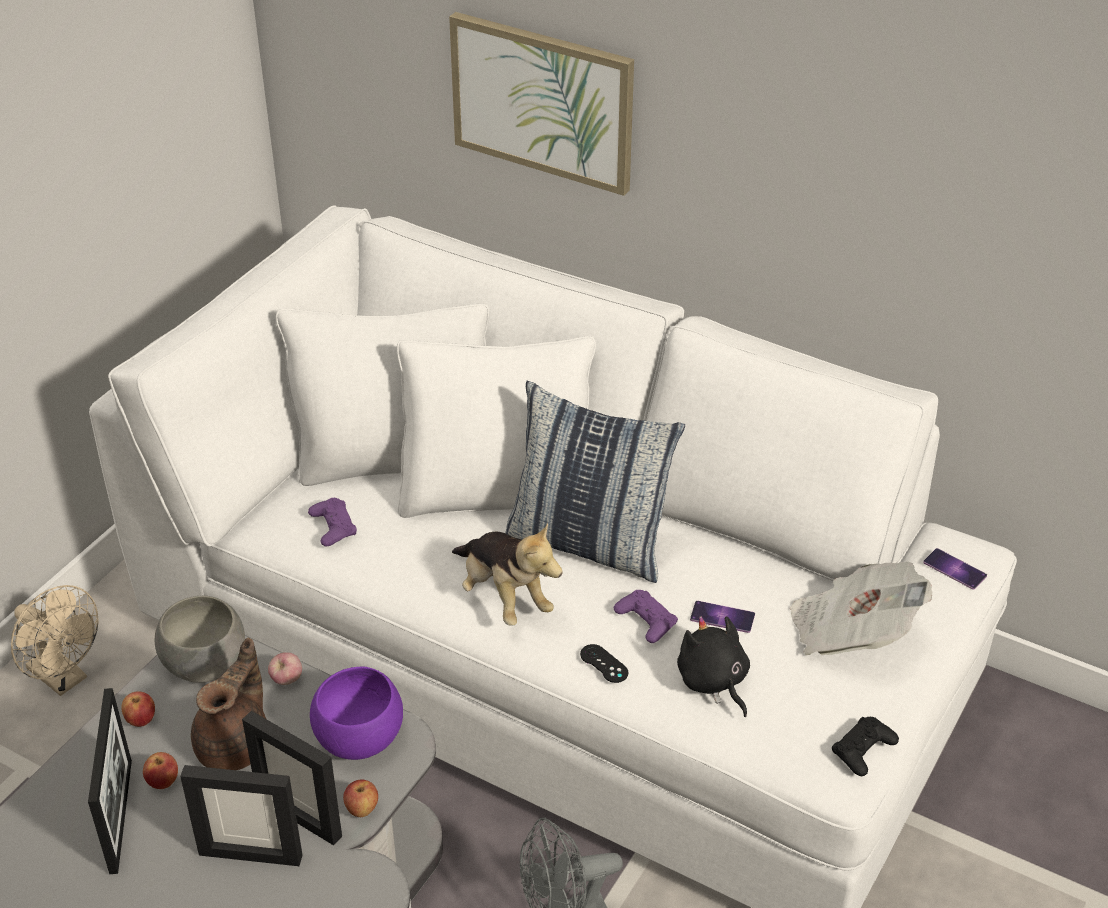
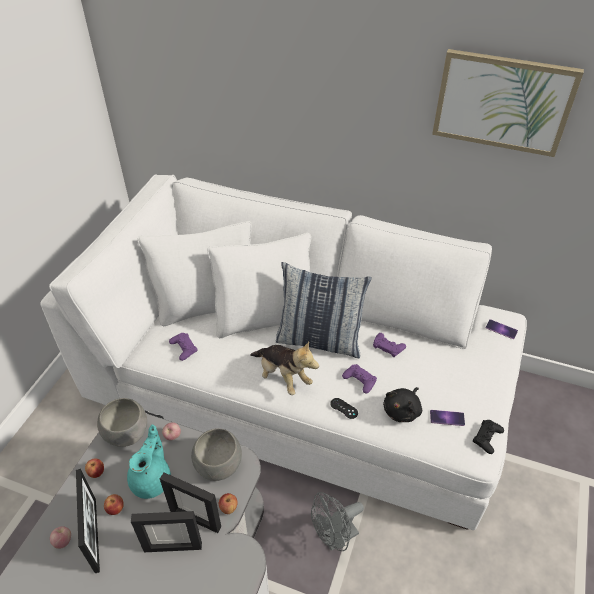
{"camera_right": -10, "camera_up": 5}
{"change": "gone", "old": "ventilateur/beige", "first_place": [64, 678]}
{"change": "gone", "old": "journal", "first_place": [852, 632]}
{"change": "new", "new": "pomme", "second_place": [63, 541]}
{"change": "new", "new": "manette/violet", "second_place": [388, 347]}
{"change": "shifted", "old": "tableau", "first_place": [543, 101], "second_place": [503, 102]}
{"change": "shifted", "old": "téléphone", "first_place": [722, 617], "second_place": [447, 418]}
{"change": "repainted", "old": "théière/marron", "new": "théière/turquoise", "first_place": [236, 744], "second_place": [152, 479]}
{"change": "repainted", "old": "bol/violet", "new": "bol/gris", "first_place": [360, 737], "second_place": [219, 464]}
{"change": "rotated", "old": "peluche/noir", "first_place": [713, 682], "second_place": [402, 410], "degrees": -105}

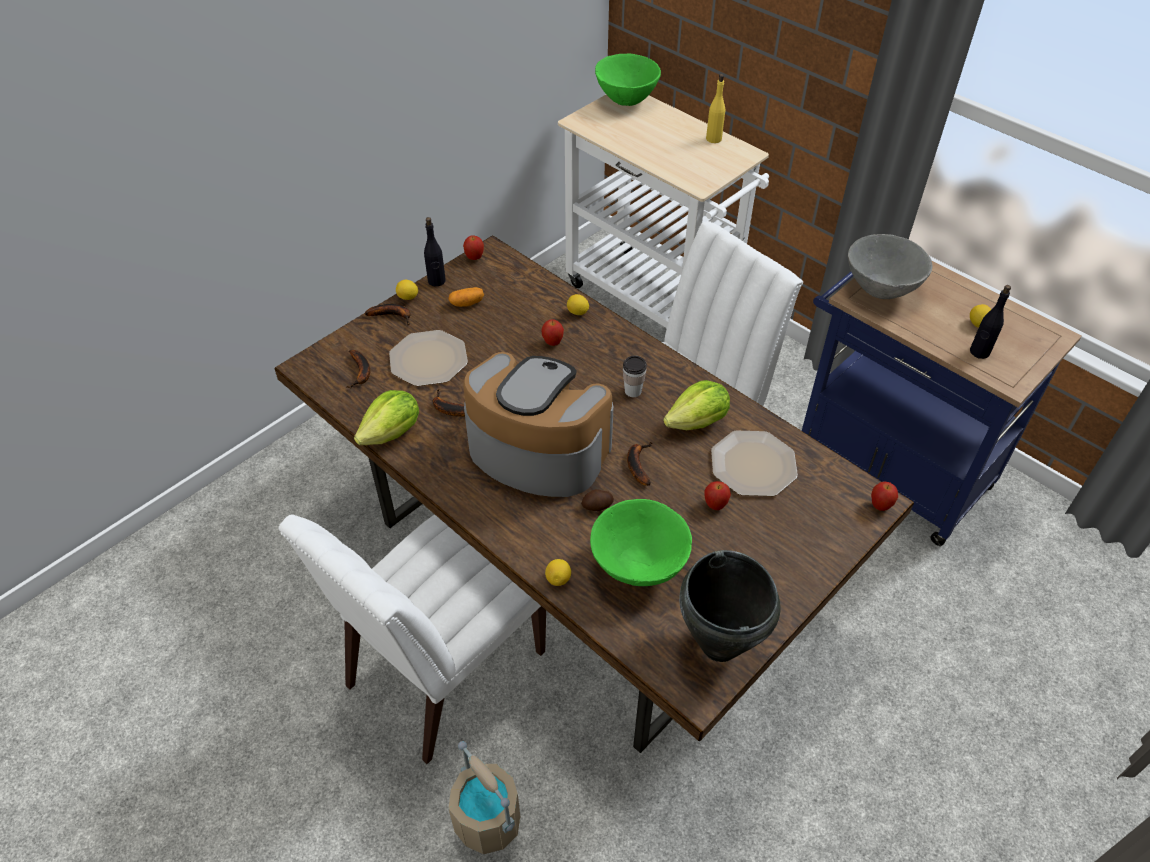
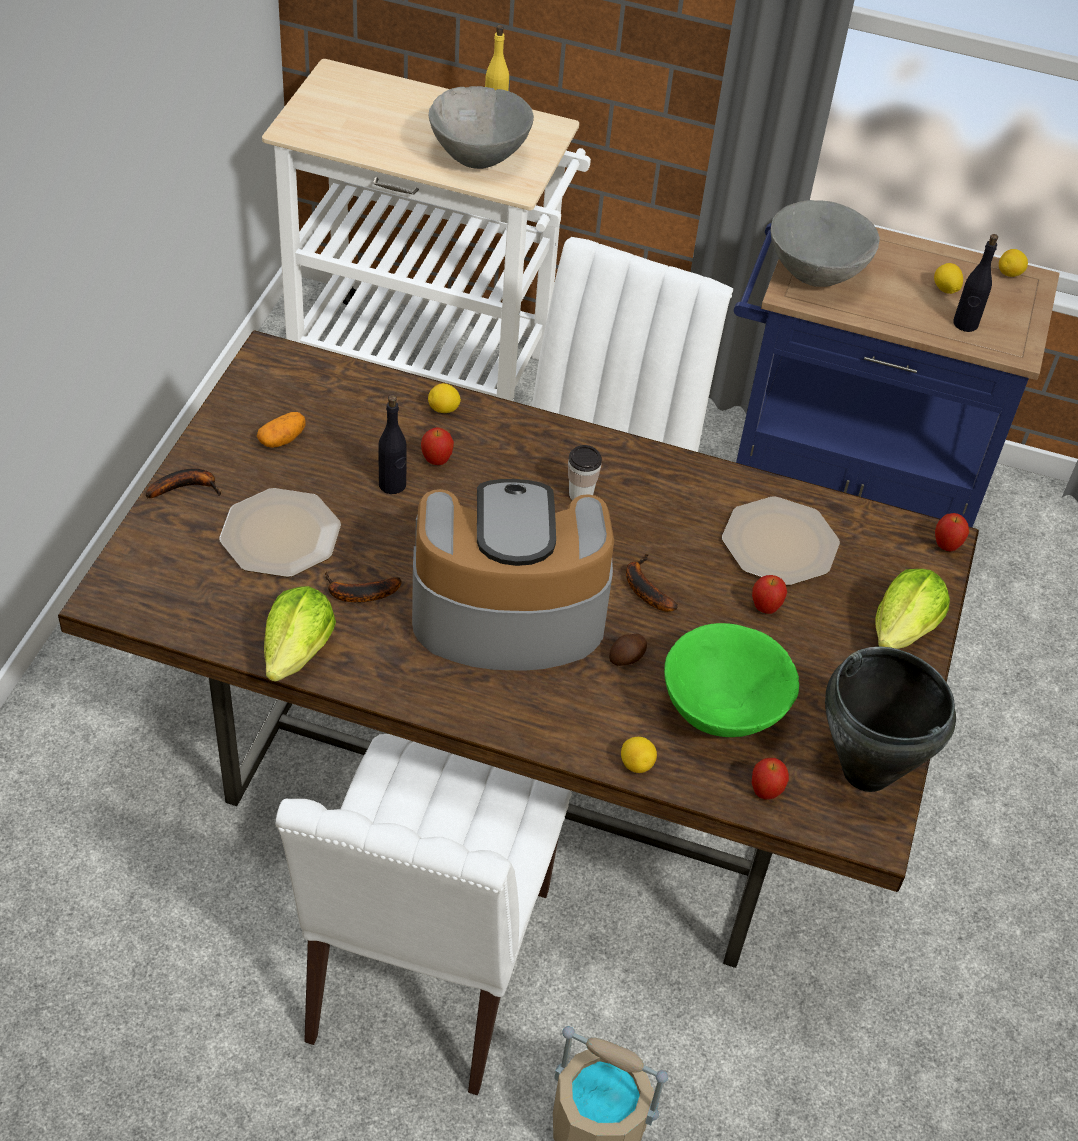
{"camera_right": -30, "camera_up": 0}
{"change": "gone", "old": "banane", "first_place": [361, 372]}
{"change": "gone", "old": "bol/vert", "first_place": [626, 100]}
{"change": "new", "new": "bol/gris", "second_place": [479, 157]}
{"change": "shifted", "old": "citron", "first_place": [408, 297], "second_place": [1009, 274]}
{"change": "shifted", "old": "bouteille/noir", "first_place": [436, 281], "second_place": [392, 485]}
{"change": "shifted", "old": "pomme", "first_place": [474, 258], "second_place": [765, 792]}
{"change": "shifted", "old": "laitue", "first_place": [697, 422], "second_place": [904, 630]}

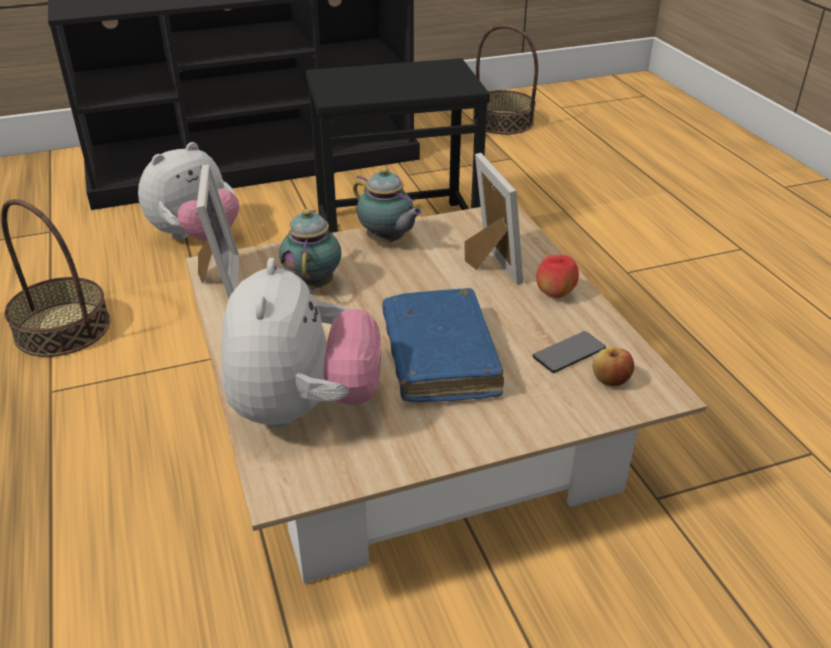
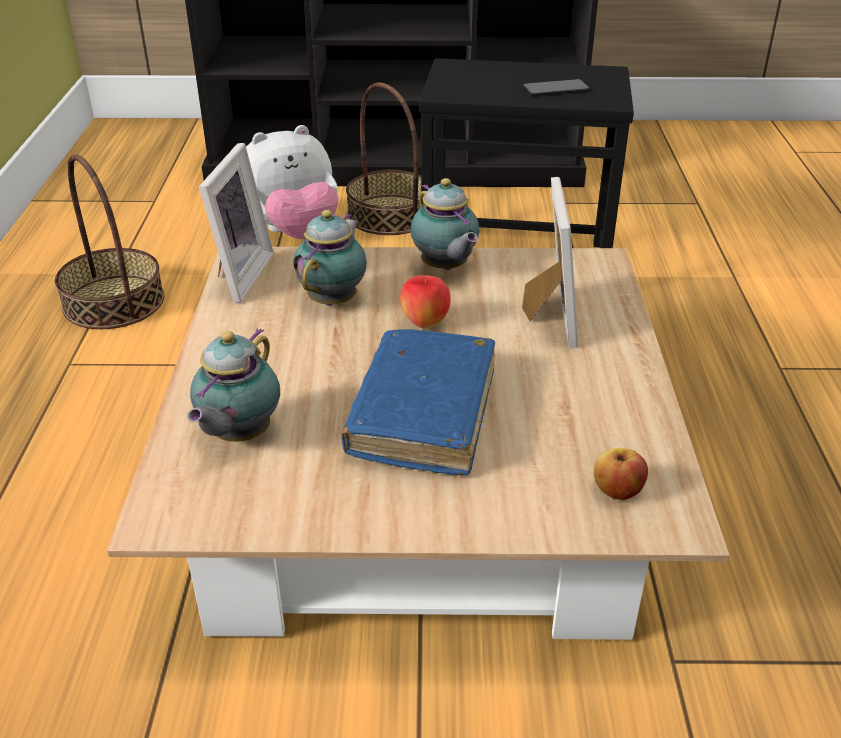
{"camera_right": 20, "camera_up": 0}
{"change": "shifted", "old": "panier", "first_place": [503, 122], "second_place": [390, 215]}
{"change": "shifted", "old": "téléphone", "first_place": [569, 353], "second_place": [555, 89]}
{"change": "shifted", "old": "pomme", "first_place": [555, 294], "second_place": [425, 323]}
{"change": "swapped", "old": "peluche", "new": "théière", "first_place": [304, 408], "second_place": [238, 435]}

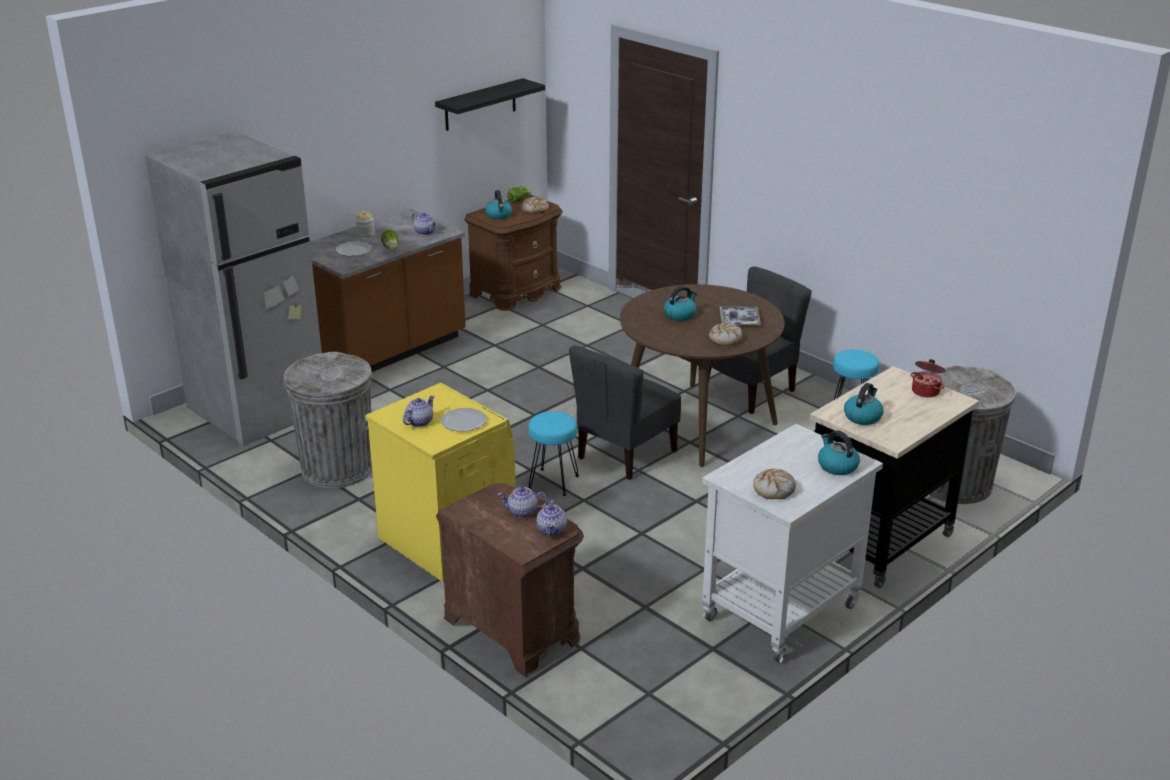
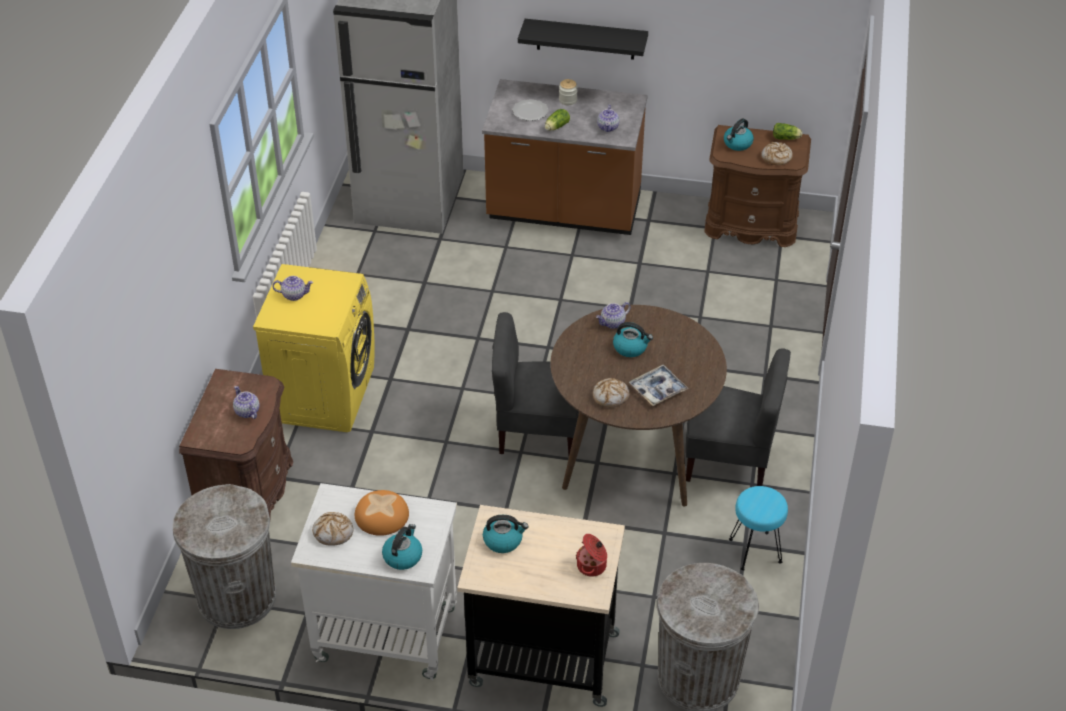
{"camera_right": 55, "camera_up": 15}
{"change": "gone", "old": "assiette", "first_place": [464, 422]}
{"change": "gone", "old": "tabouret/turquoise", "first_place": [553, 482]}
{"change": "new", "new": "pain", "second_place": [381, 516]}
{"change": "shifted", "old": "poubelle/gris", "first_place": [337, 468], "second_place": [236, 597]}
{"change": "shifted", "old": "étagère/noir", "first_place": [480, 105], "second_place": [585, 39]}
{"change": "shifted", "old": "théière", "first_place": [552, 530], "second_place": [612, 323]}

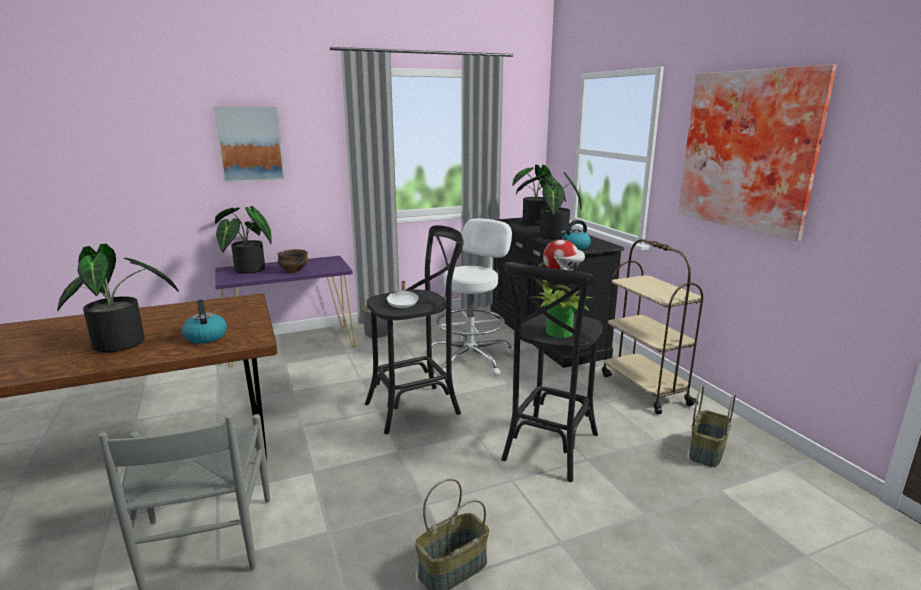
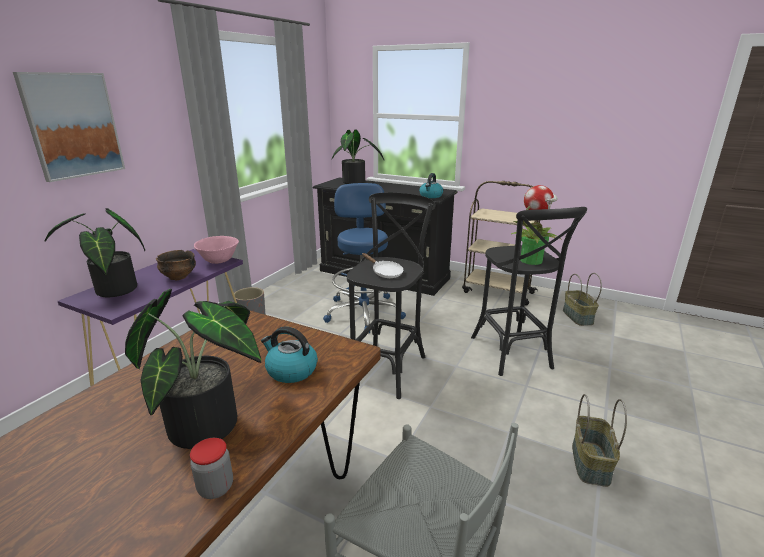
{"camera_right": -40, "camera_up": 5}
{"change": "gone", "old": "plante en pot", "first_place": [551, 236]}
{"change": "gone", "old": "tableau", "first_place": [750, 150]}
{"change": "new", "new": "bocal", "second_place": [216, 487]}
{"change": "new", "new": "bol/rose", "second_place": [219, 261]}
{"change": "repainted", "old": "tabouret/blanc", "new": "tabouret/bleu", "first_place": [471, 358], "second_place": [364, 312]}

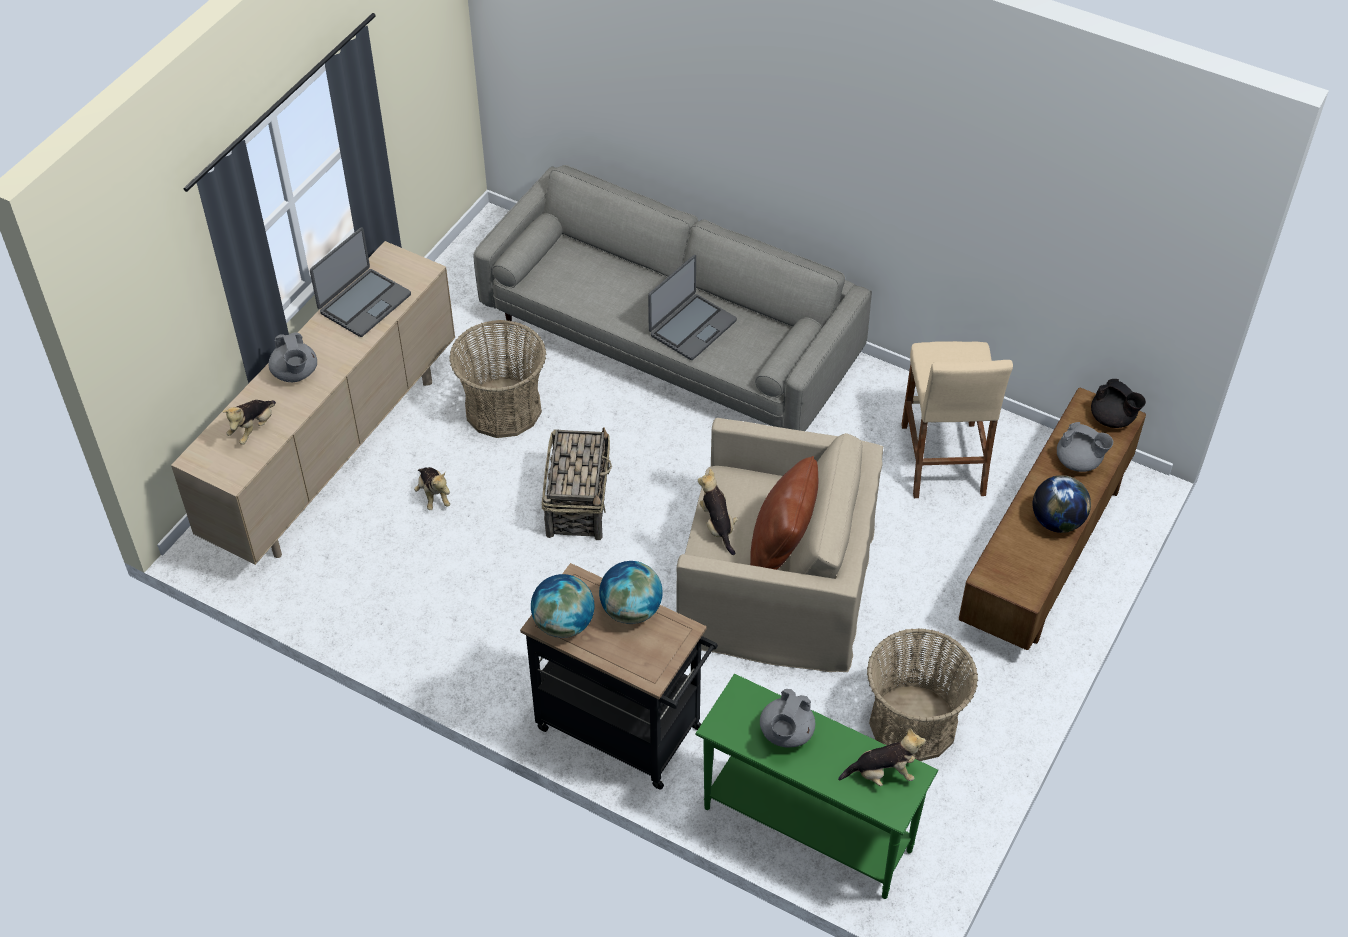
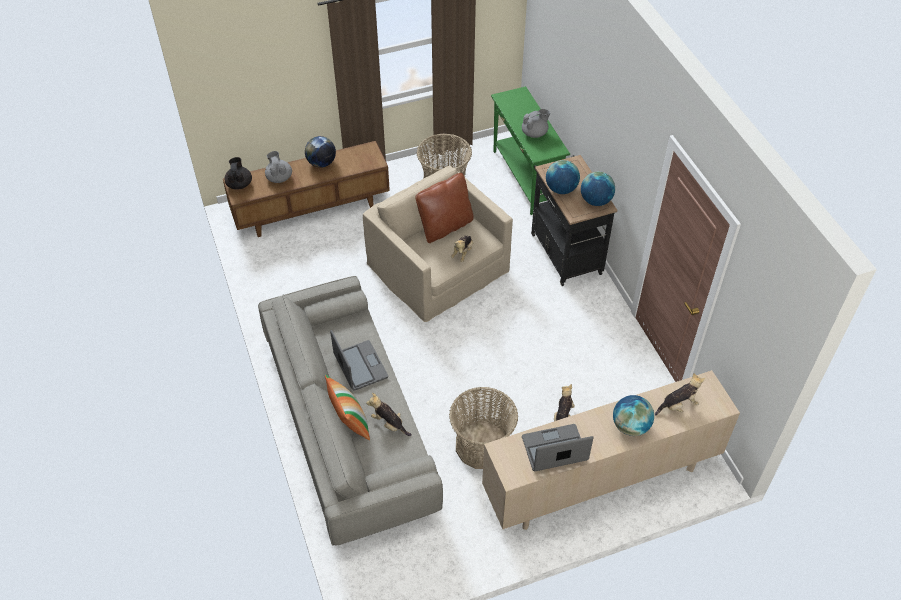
{"camera_right": -140, "camera_up": 0}
{"change": "gone", "old": "panier", "first_place": [578, 502]}
{"change": "gone", "old": "tabouret/beige", "first_place": [943, 460]}
{"change": "new", "new": "coussin", "second_place": [350, 422]}
{"change": "shifted", "old": "peluche", "first_place": [883, 774], "second_place": [389, 424]}
{"change": "swapped", "old": "théière/gris", "new": "globe", "first_place": [295, 373], "second_place": [630, 426]}
{"change": "rotated", "old": "ordinateur portable", "first_place": [692, 327], "second_place": [360, 366], "degrees": 75}

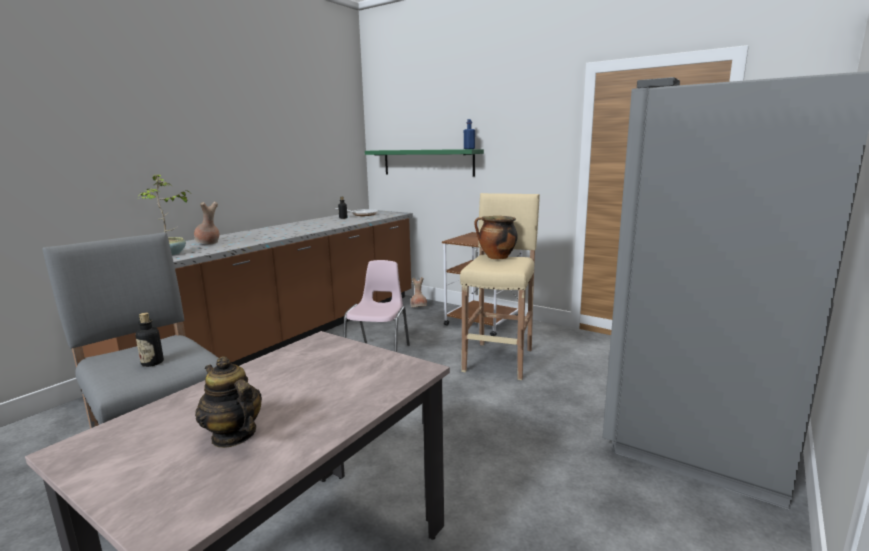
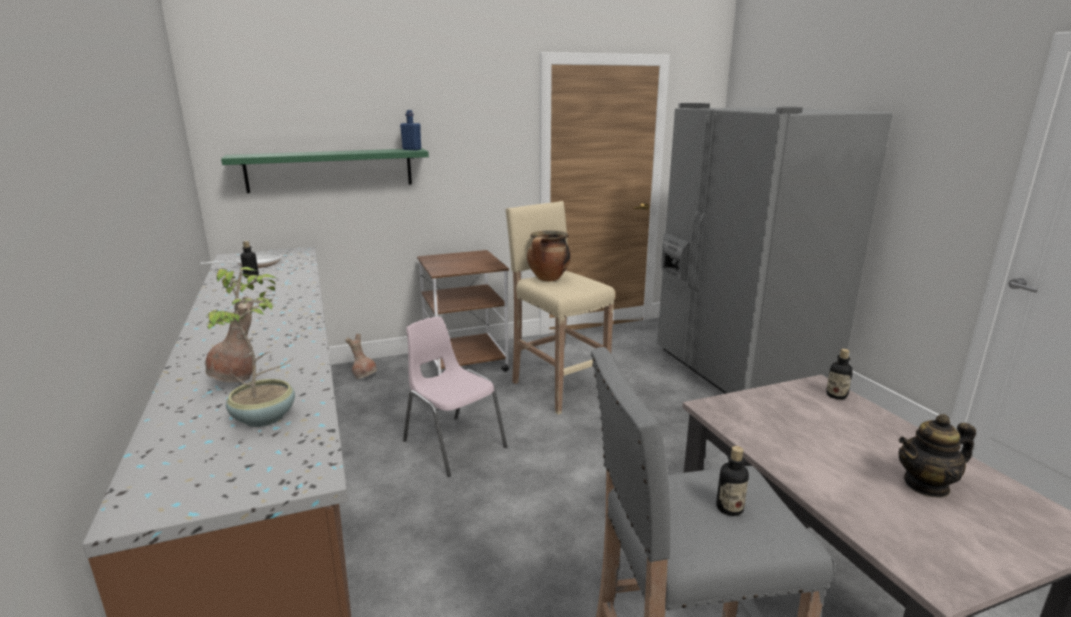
{"camera_right": -55, "camera_up": 5}
{"change": "new", "new": "bouteille", "second_place": [836, 395]}

